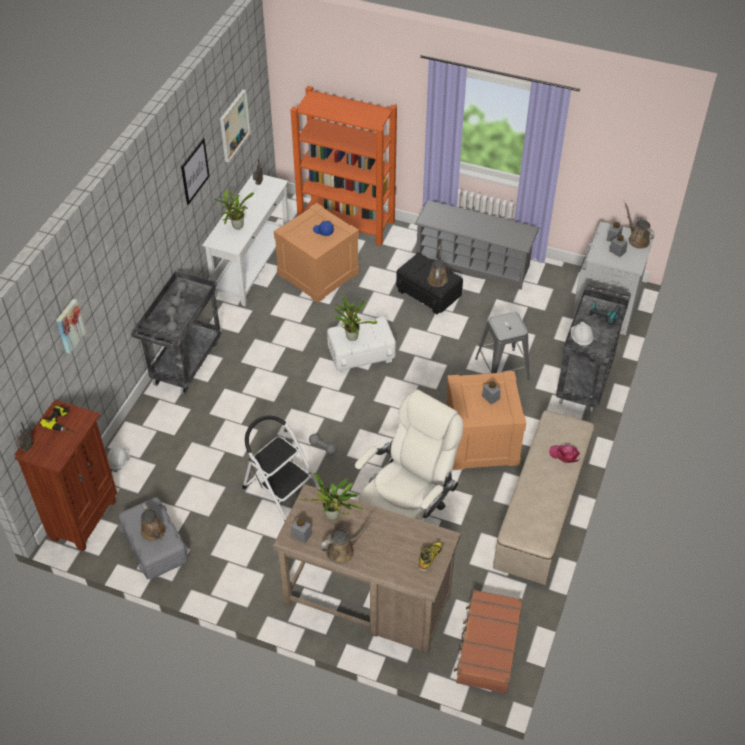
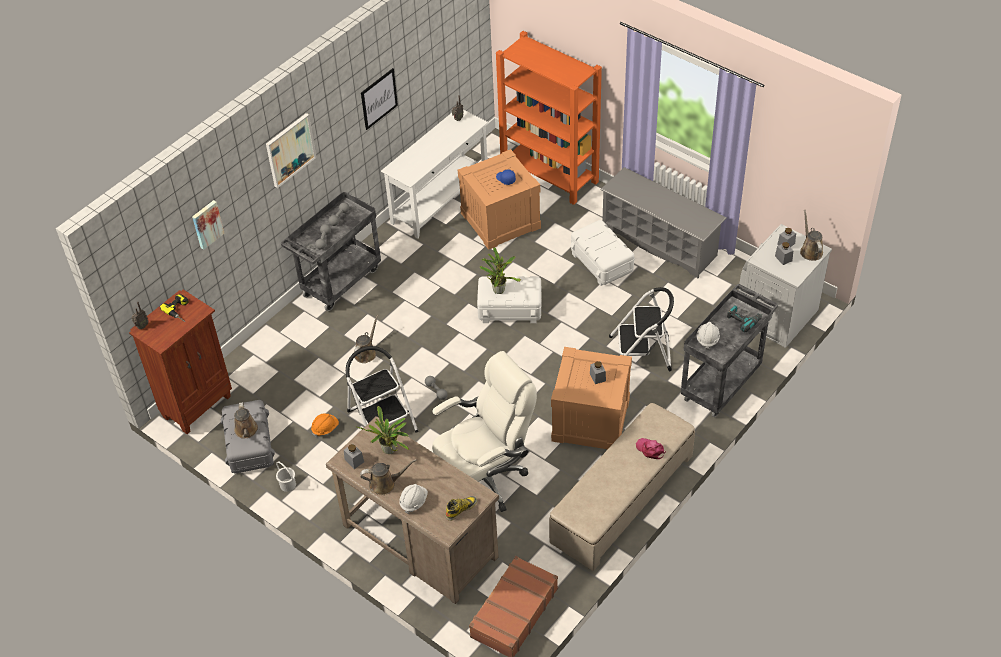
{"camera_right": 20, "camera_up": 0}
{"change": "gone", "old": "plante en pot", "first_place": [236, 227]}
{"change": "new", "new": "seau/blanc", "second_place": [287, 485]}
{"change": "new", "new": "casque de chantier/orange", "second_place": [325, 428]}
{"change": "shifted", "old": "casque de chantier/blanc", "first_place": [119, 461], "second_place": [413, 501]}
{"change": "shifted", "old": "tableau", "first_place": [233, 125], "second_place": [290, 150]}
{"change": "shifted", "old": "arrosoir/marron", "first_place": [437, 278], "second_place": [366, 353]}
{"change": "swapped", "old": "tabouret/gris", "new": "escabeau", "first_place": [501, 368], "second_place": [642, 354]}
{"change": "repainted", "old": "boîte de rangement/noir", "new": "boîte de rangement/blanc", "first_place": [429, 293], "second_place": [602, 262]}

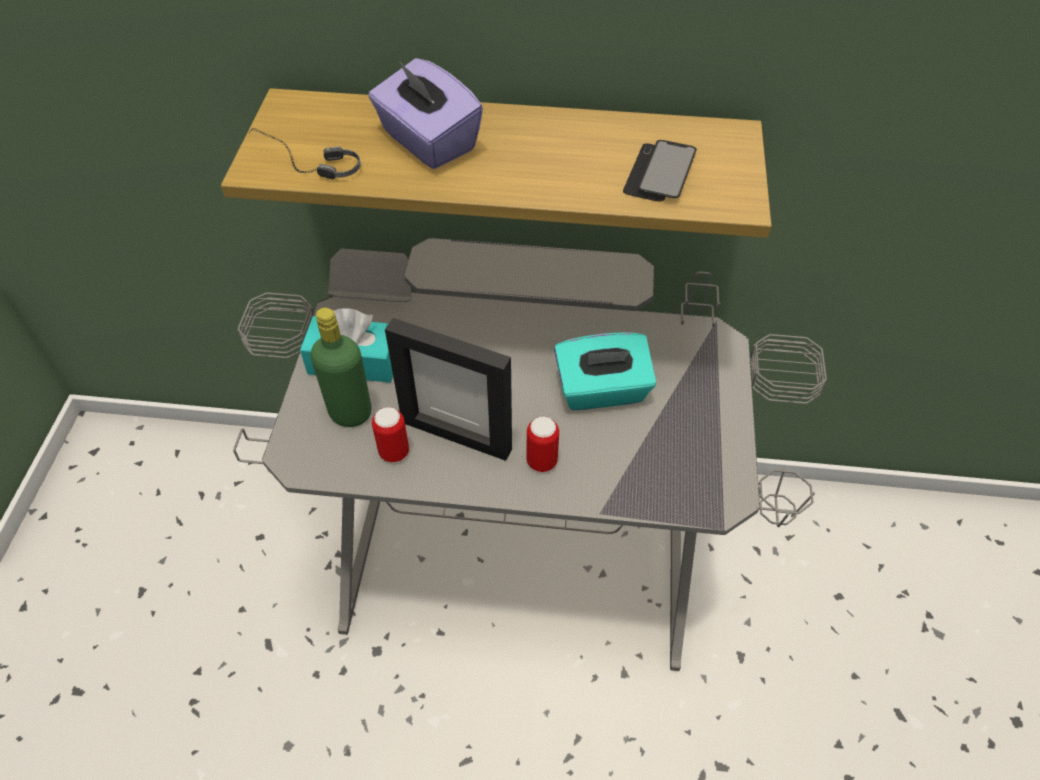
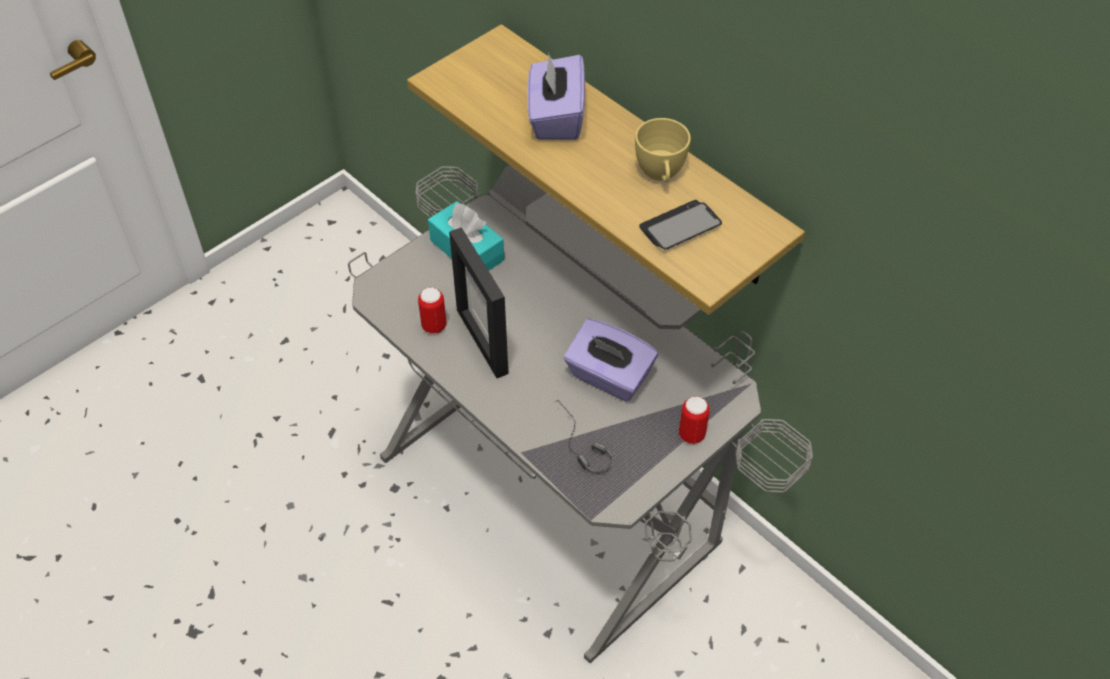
{"camera_right": 40, "camera_up": 0}
{"change": "gone", "old": "bouteille/vert", "first_place": [350, 412]}
{"change": "new", "new": "tasse/jaune", "second_place": [660, 175]}
{"change": "shifted", "old": "casque audio", "first_place": [305, 166], "second_place": [577, 445]}
{"change": "shifted", "old": "boîte métallique", "first_place": [541, 461], "second_place": [691, 434]}
{"change": "repainted", "old": "boîte à mouchoirs/turquoise", "new": "boîte à mouchoirs/violet", "first_place": [602, 391], "second_place": [608, 377]}

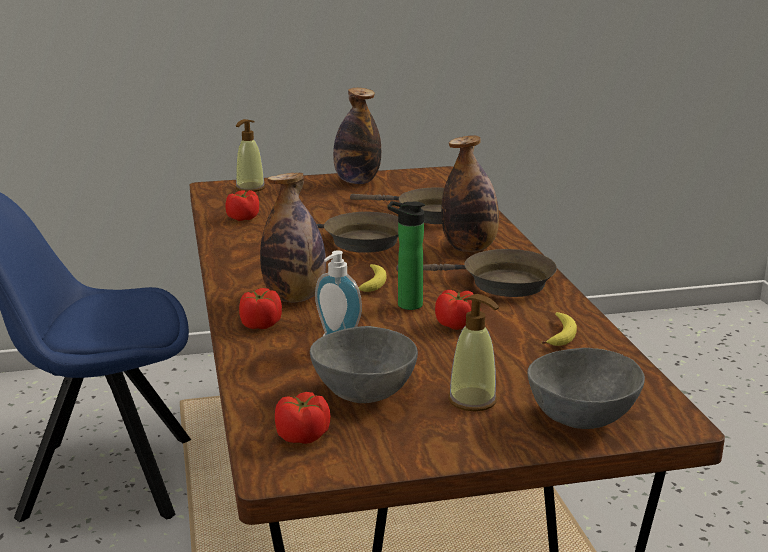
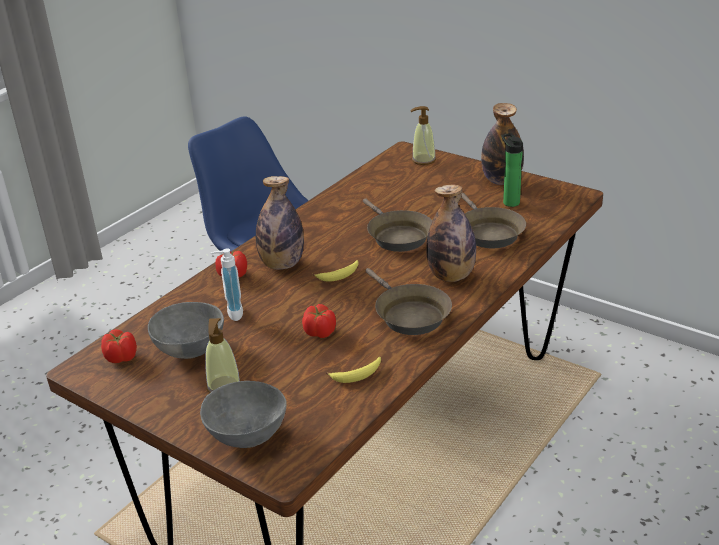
{"camera_right": 50, "camera_up": 10}
{"change": "gone", "old": "tomate", "first_place": [243, 218]}
{"change": "shifted", "old": "bouteille", "first_place": [406, 304], "second_place": [509, 202]}

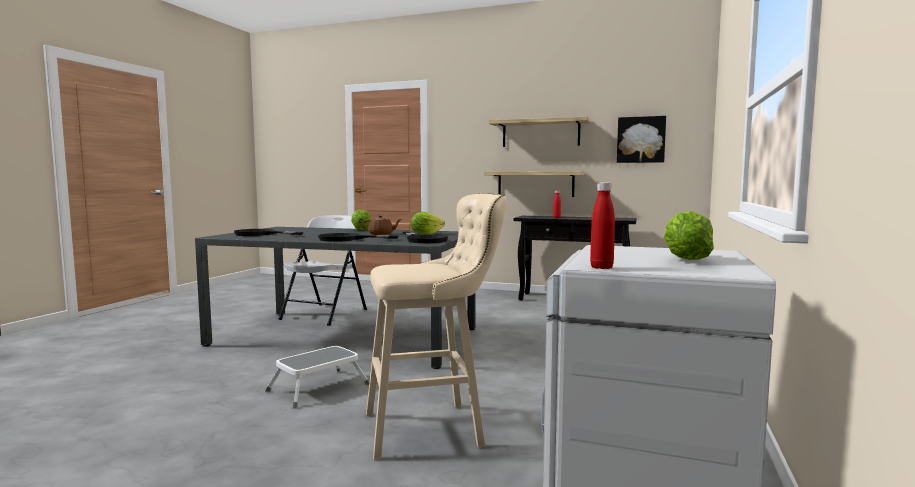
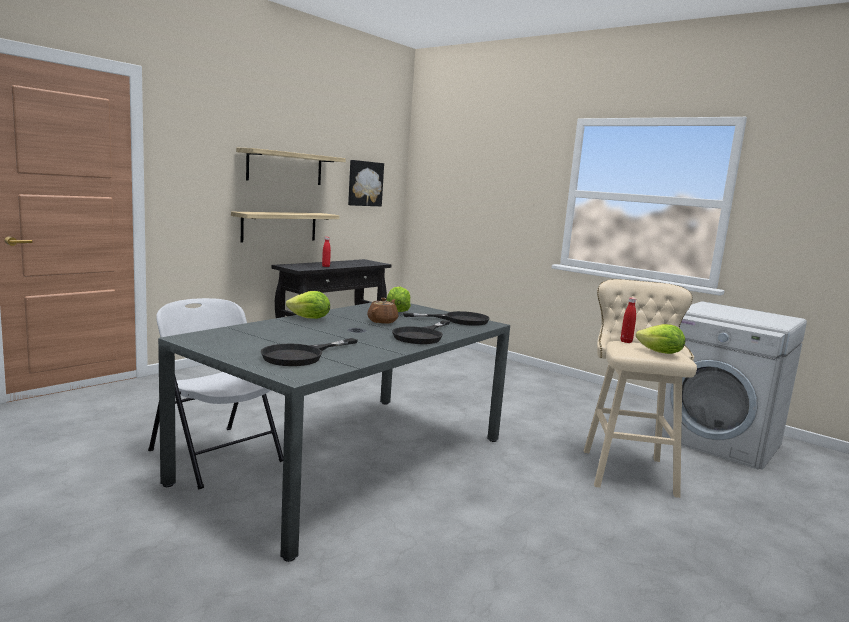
{"camera_right": -70, "camera_up": 5}
{"change": "gone", "old": "escabeau/gris", "first_place": [318, 387]}
{"change": "shifted", "old": "bouteille/rouge", "first_place": [601, 267], "second_place": [626, 341]}
{"change": "shifted", "old": "laitue", "first_place": [685, 259], "second_place": [660, 353]}

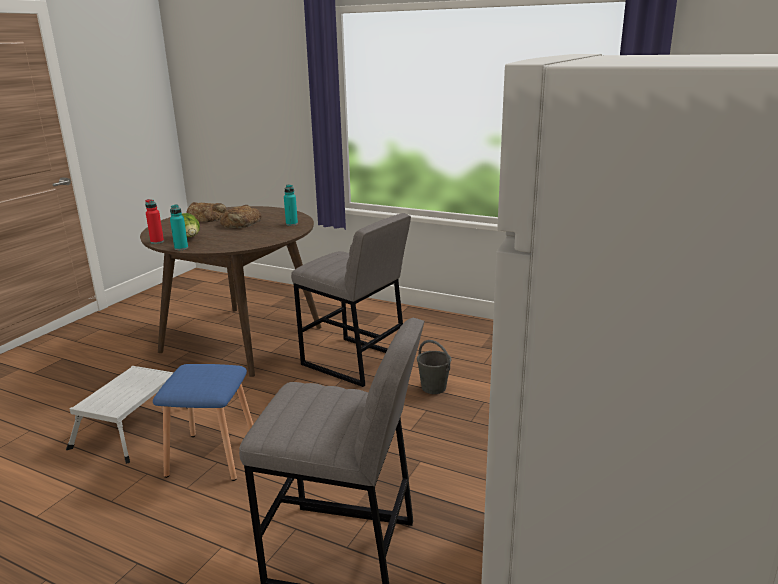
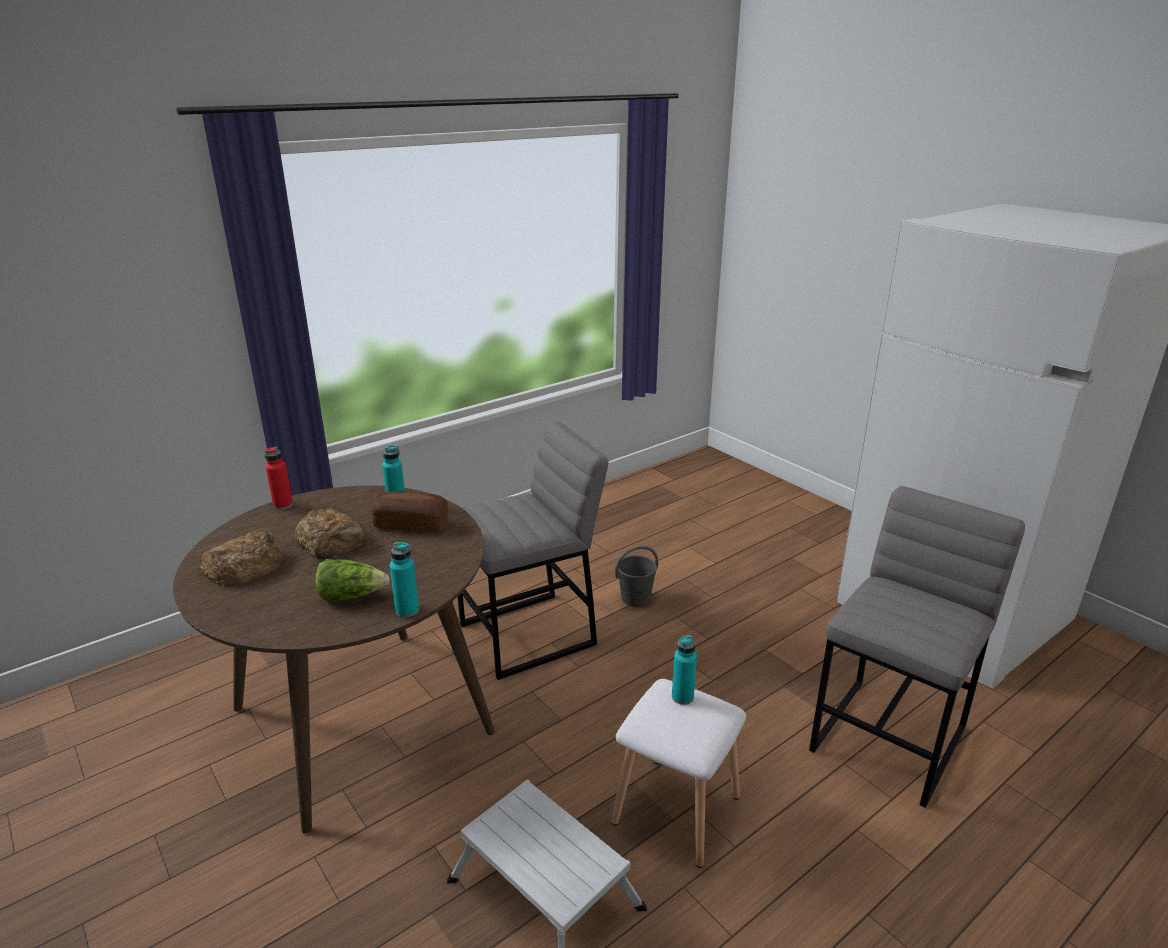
{"camera_right": -65, "camera_up": 5}
{"change": "new", "new": "pain", "second_place": [411, 524]}
{"change": "new", "new": "bouteille/turquoise", "second_place": [682, 697]}
{"change": "shifted", "old": "bouteille/rouge", "first_place": [157, 242], "second_place": [283, 505]}
{"change": "repainted", "old": "tabouret/bleu", "new": "tabouret/blanc", "first_place": [210, 456], "second_place": [676, 811]}

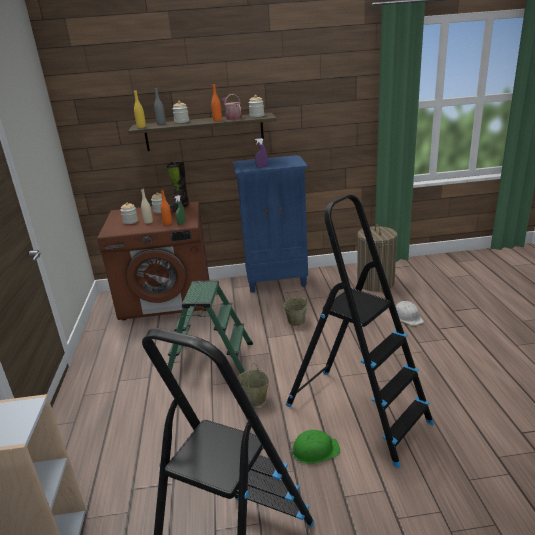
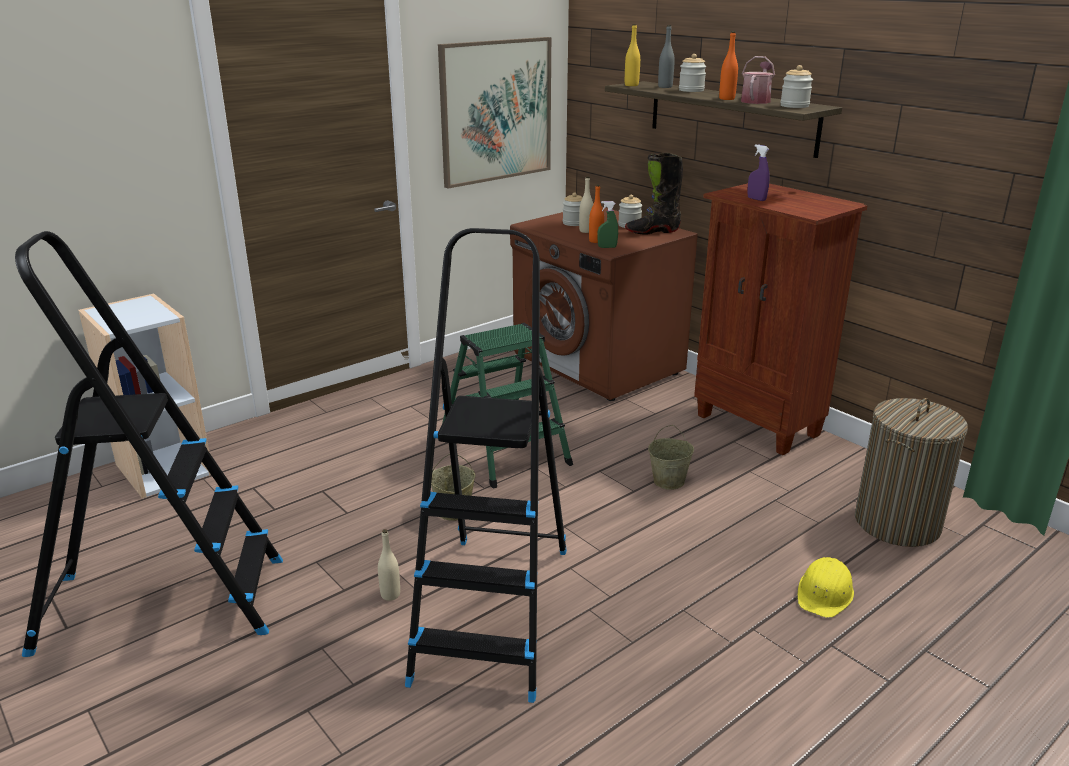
{"camera_right": 55, "camera_up": 0}
{"change": "new", "new": "tableau", "second_place": [496, 111]}
{"change": "swapped", "old": "casque de chantier/vert", "new": "bouteille/beige", "first_place": [314, 450], "second_place": [390, 595]}
{"change": "repainted", "old": "meuble de rangement/bleu", "new": "meuble de rangement/marron", "first_place": [276, 282], "second_place": [756, 426]}
{"change": "repainted", "old": "casque de chantier/blanc", "new": "casque de chantier/jaune", "first_place": [407, 317], "second_place": [825, 593]}

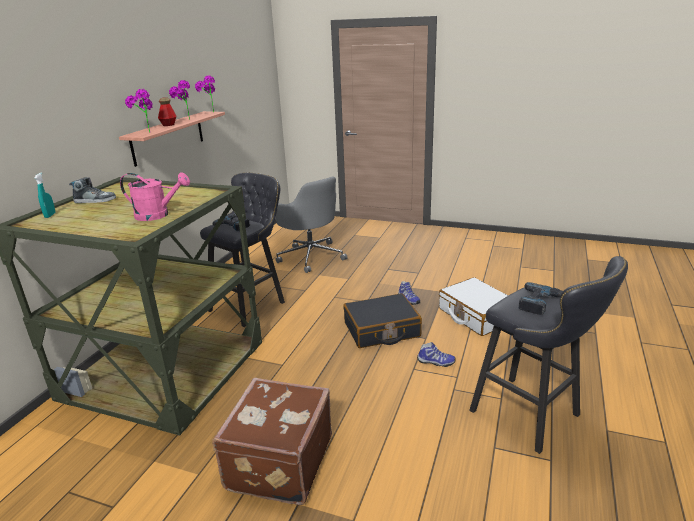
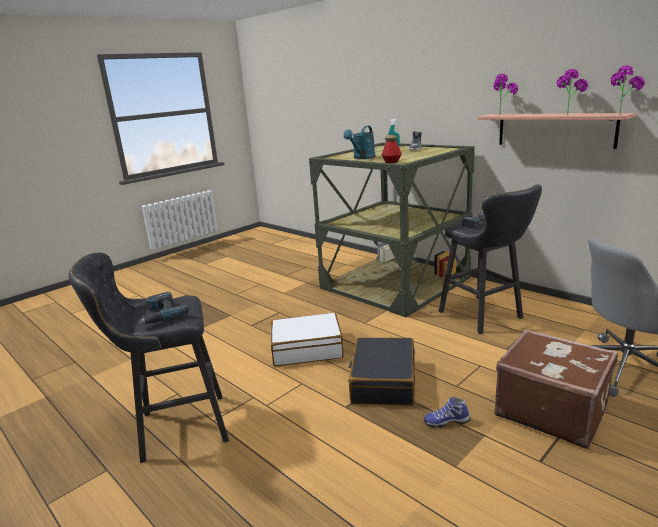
{"camera_right": 115, "camera_up": -5}
{"change": "gone", "old": "chaussure", "first_place": [436, 362]}
{"change": "shifted", "old": "bouteille", "first_place": [168, 125], "second_place": [391, 162]}
{"change": "shifted", "old": "valise/marron", "first_place": [278, 463], "second_place": [551, 410]}
{"change": "shifted", "old": "valise/blanc", "first_place": [476, 315], "second_place": [307, 349]}
{"change": "repainted", "old": "arrosoir/rose", "new": "arrosoir/turquoise", "first_place": [158, 215], "second_place": [362, 158]}

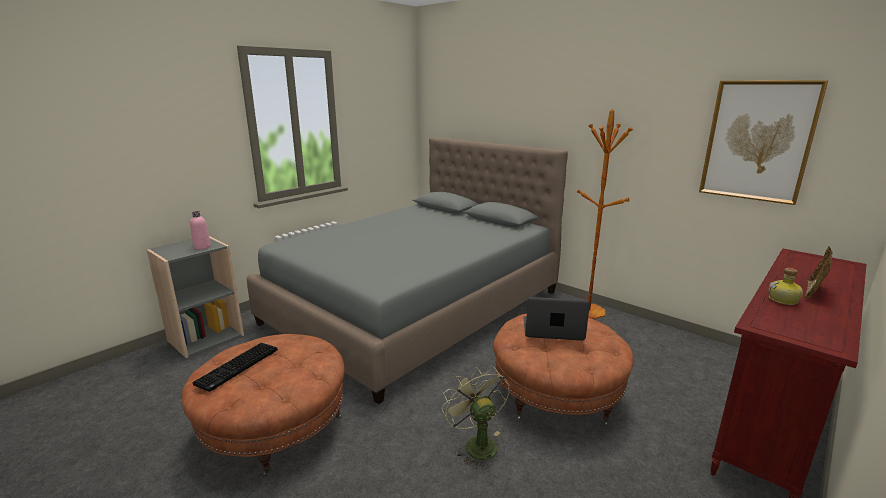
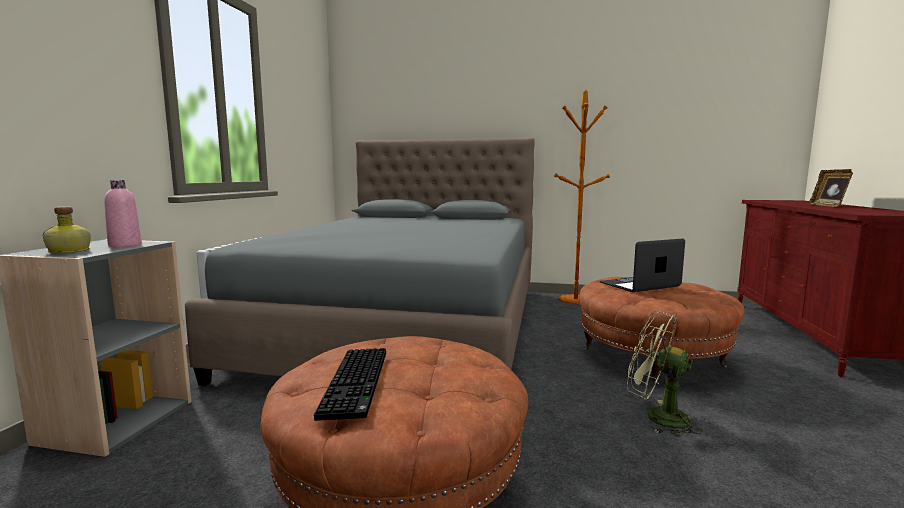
{"camera_right": -30, "camera_up": -10}
{"change": "gone", "old": "tableau", "first_place": [757, 141]}
{"change": "shifted", "old": "bouteille", "first_place": [783, 300], "second_place": [69, 251]}

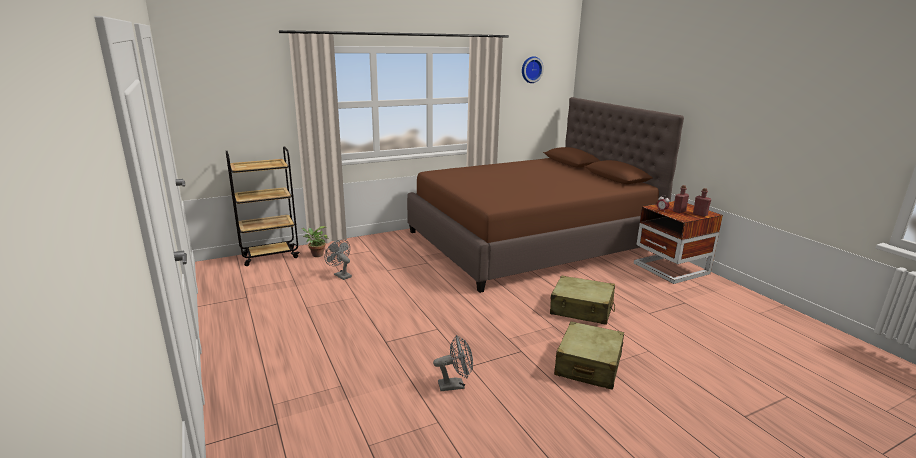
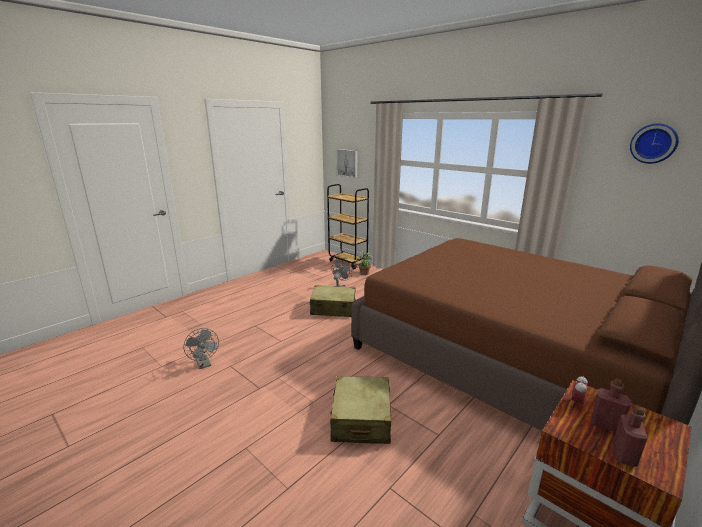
{"camera_right": 70, "camera_up": 0}
{"change": "new", "new": "tableau", "second_place": [347, 163]}
{"change": "shifted", "old": "valise/beige", "first_place": [588, 365], "second_place": [333, 308]}

